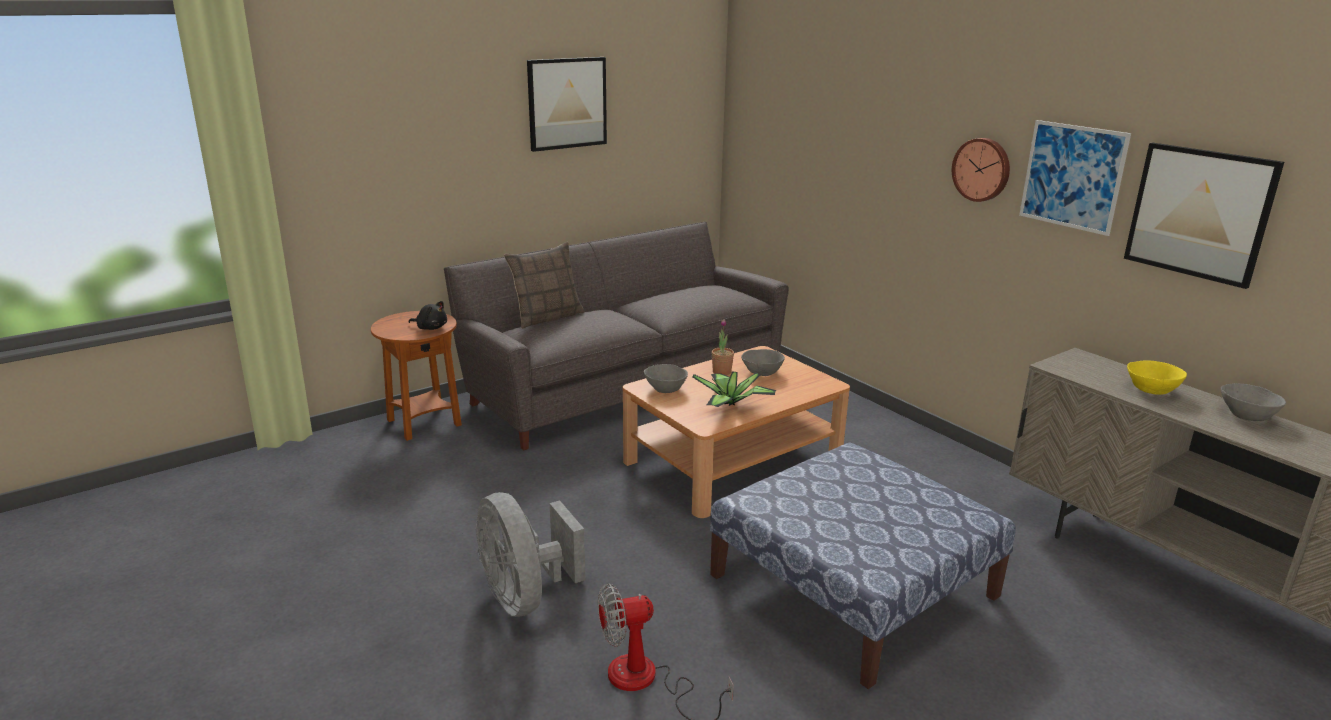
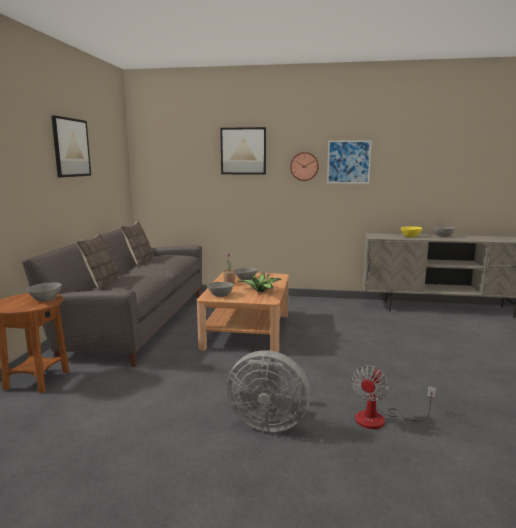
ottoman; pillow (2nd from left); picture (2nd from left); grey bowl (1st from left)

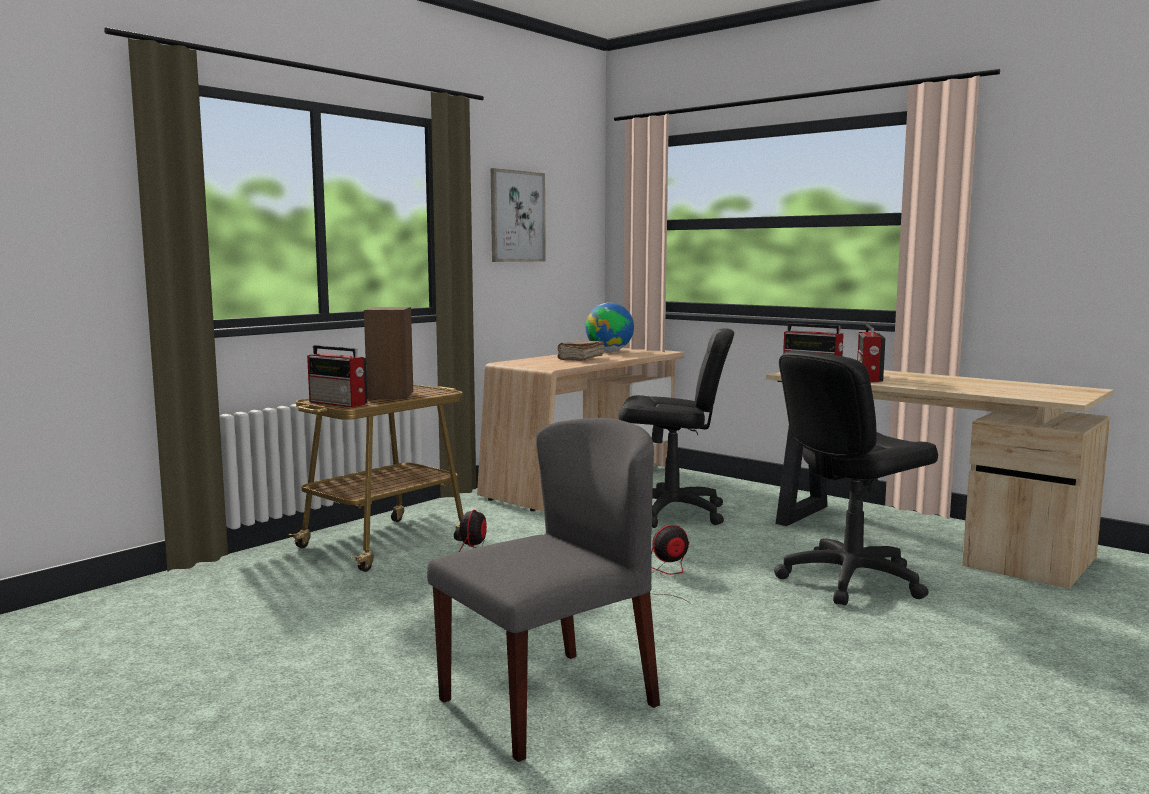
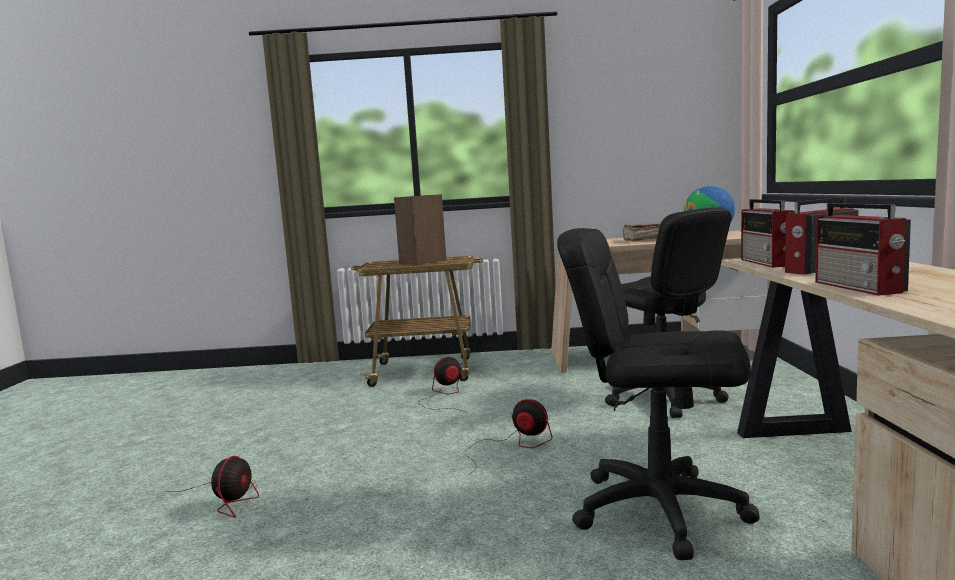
picture; radio (3rd from left); fan (1st from left)

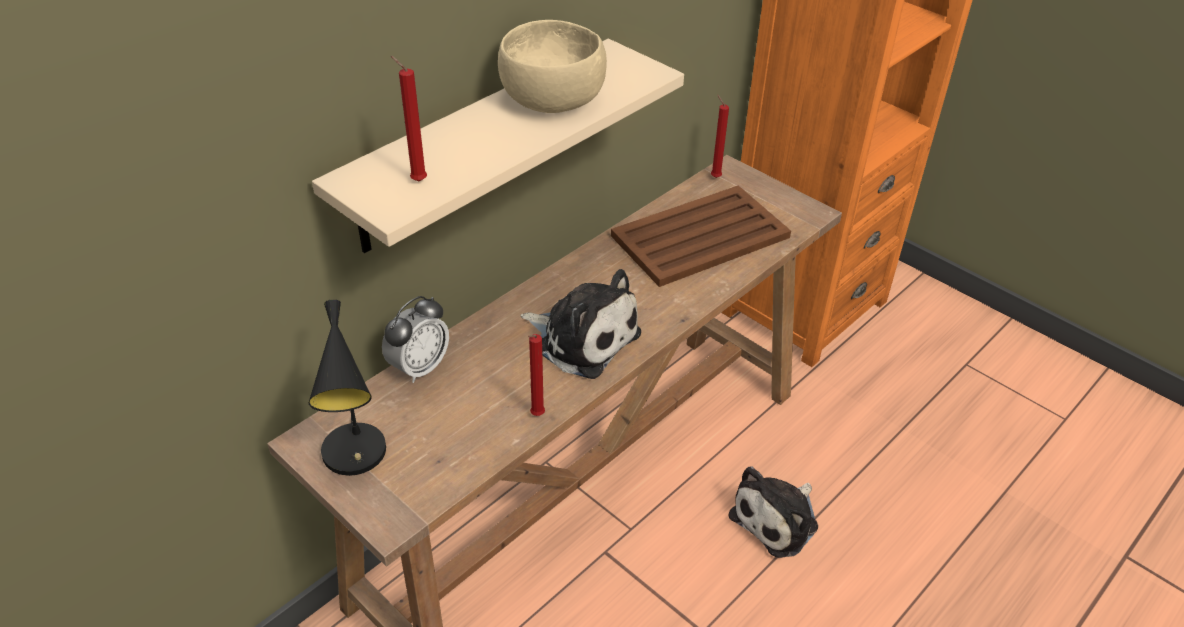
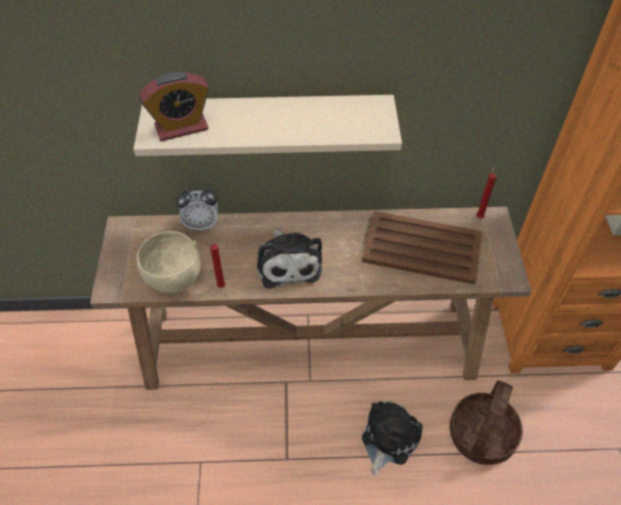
black table lamp; basket; beige bowl; alarm clock (1st from left); plush toy (2nd from left)

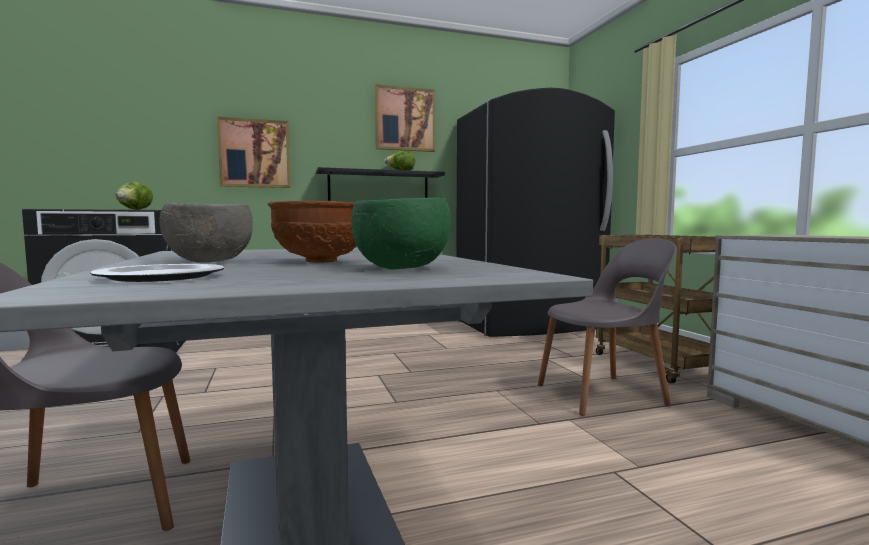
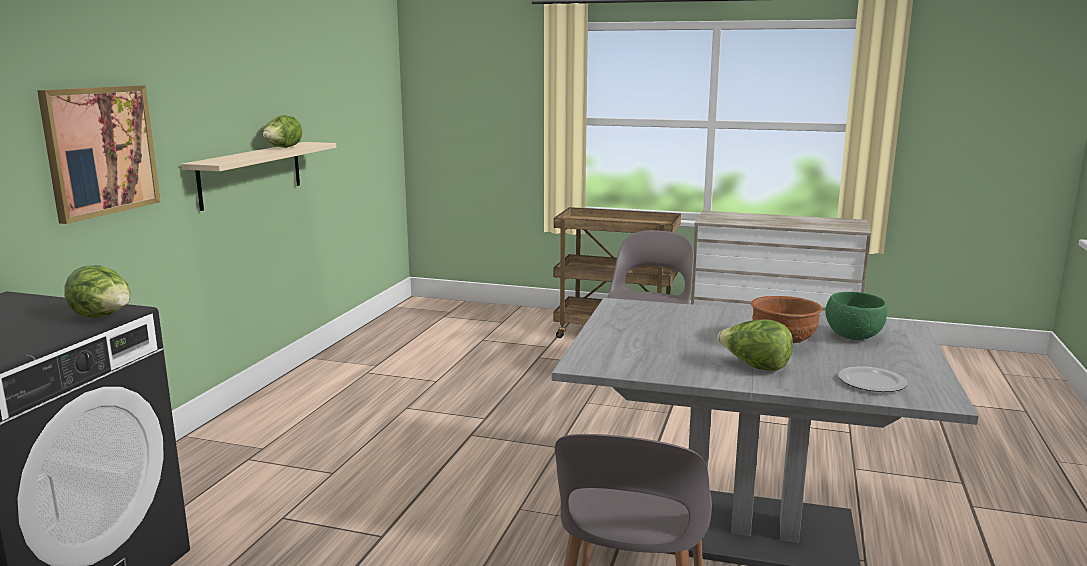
picture (2nd from left in the first image); black fridge; lettuce (3rd from left); beige shelf

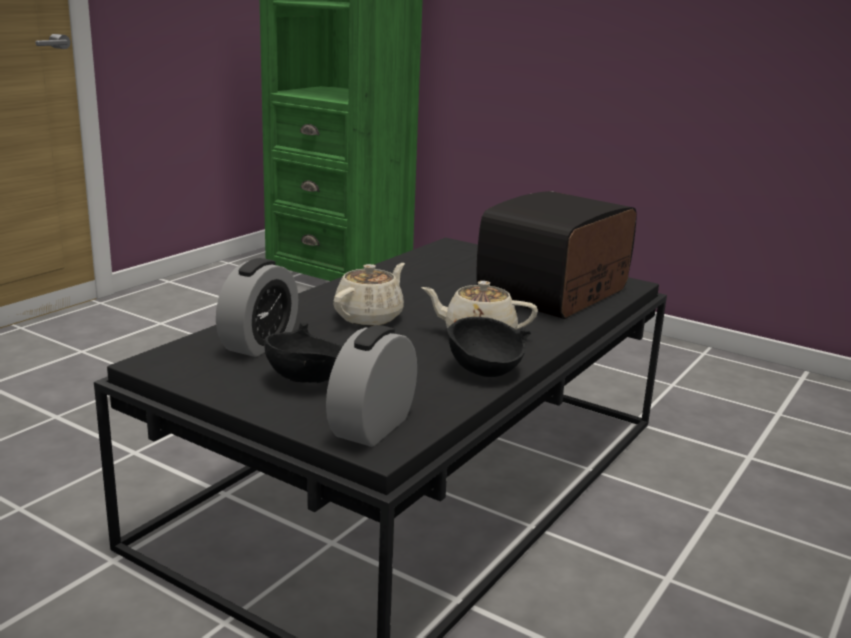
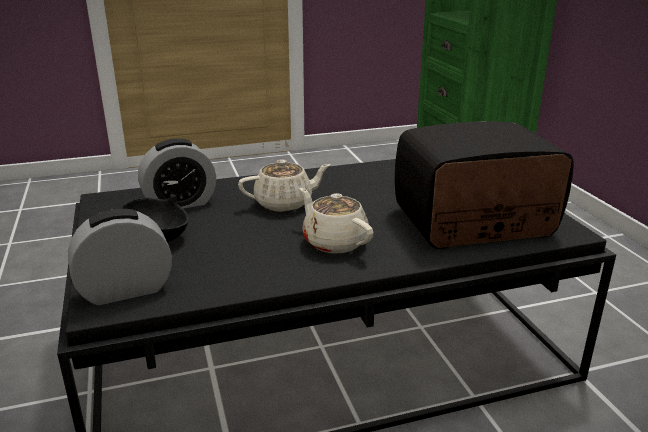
black bowl (2nd from left in the first image)

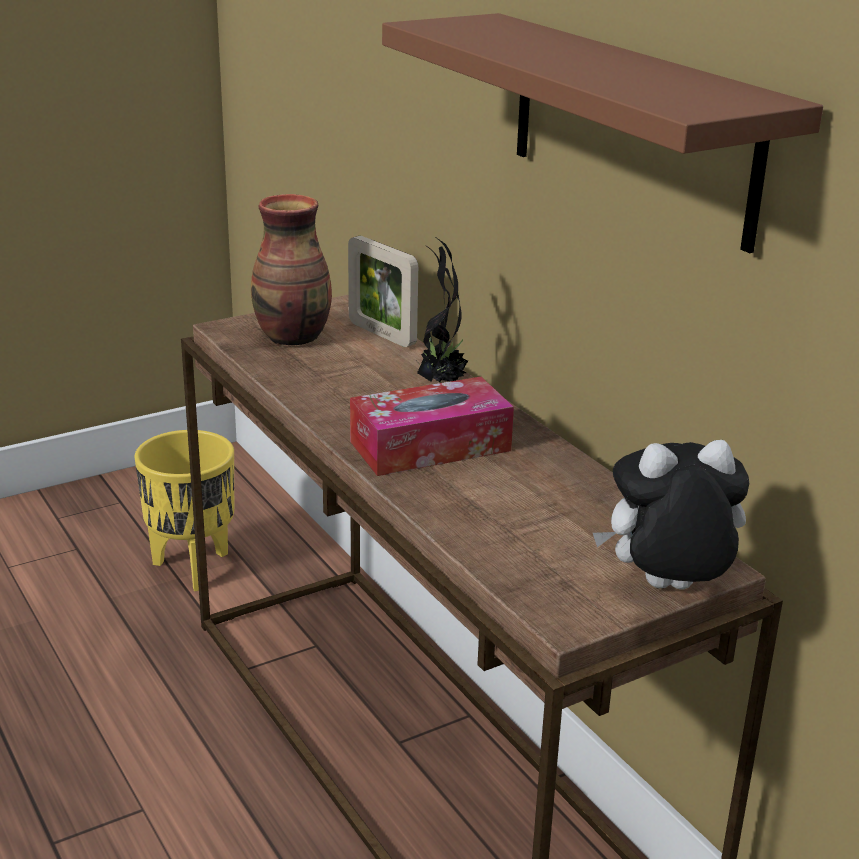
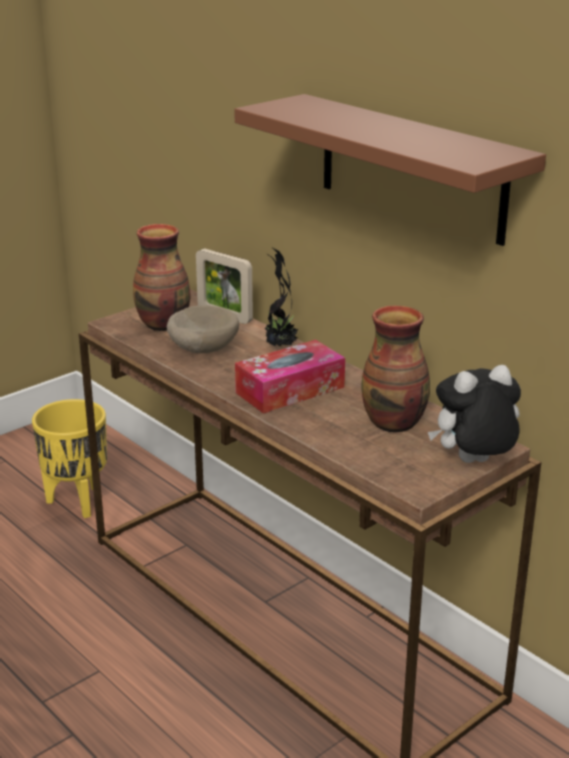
beige bowl; vase (2nd from left)

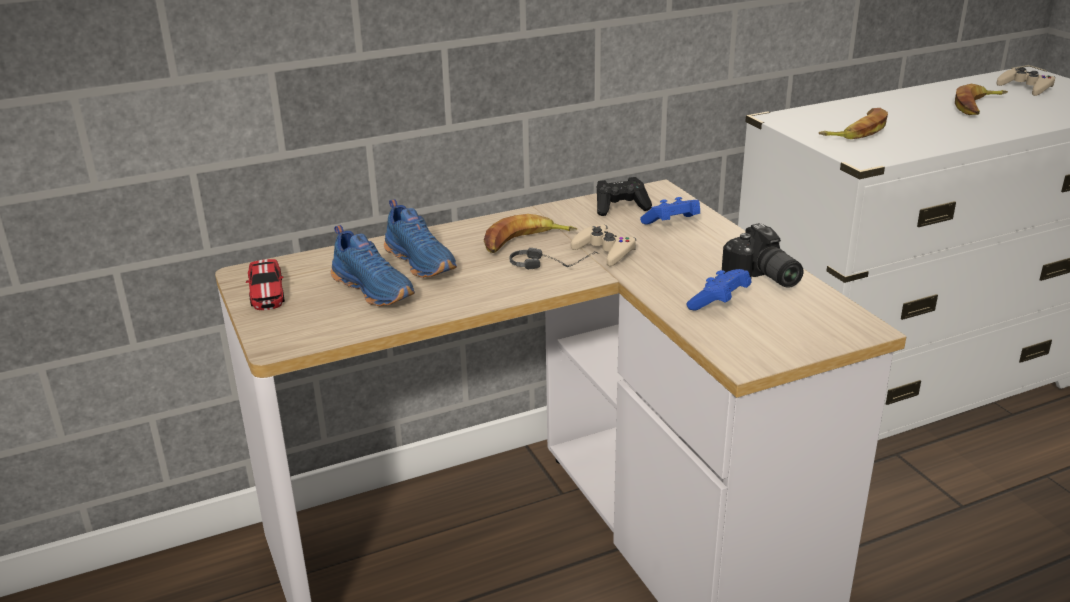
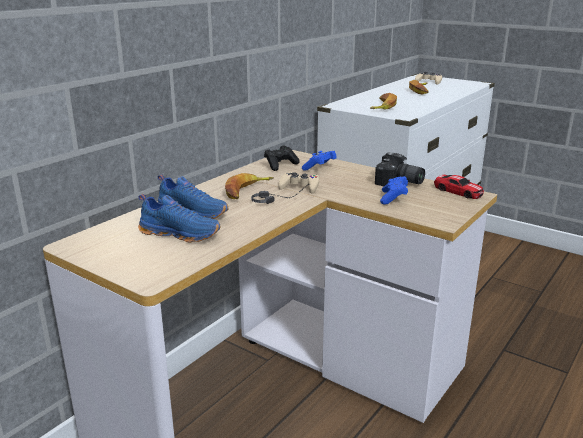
toy car

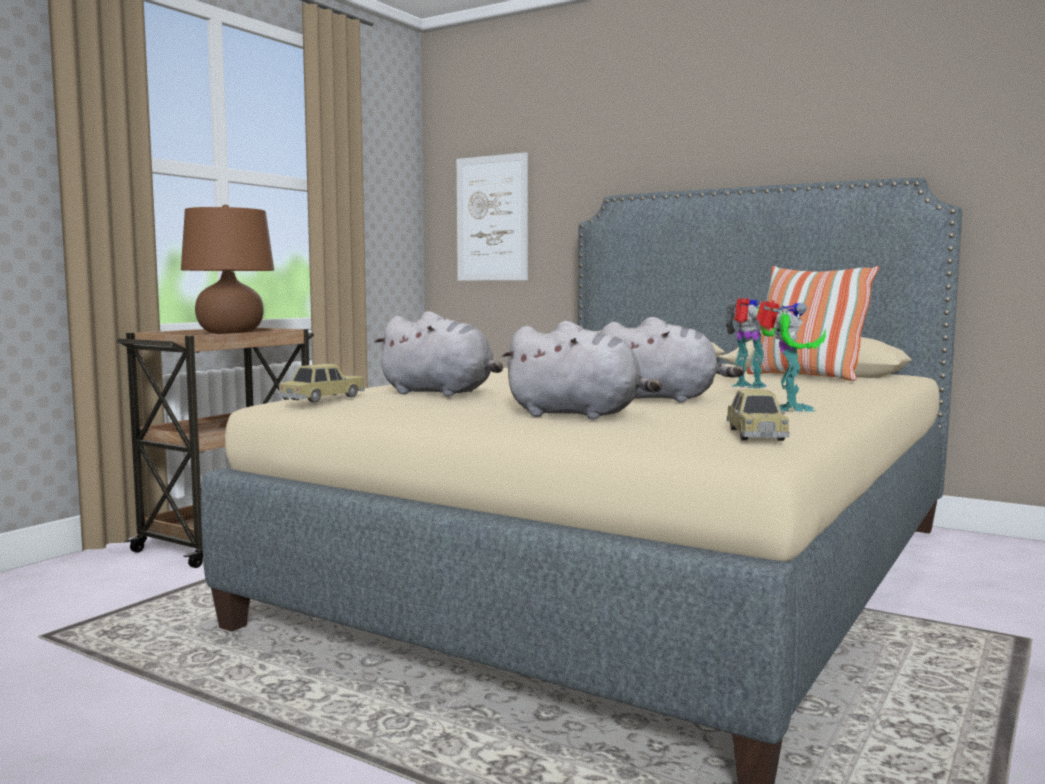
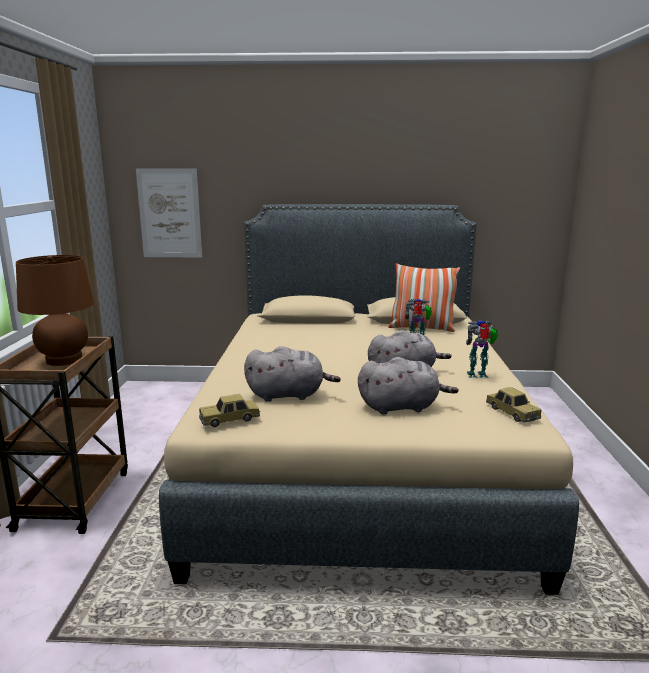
toy car (1st from left); toy robot (2nd from left)

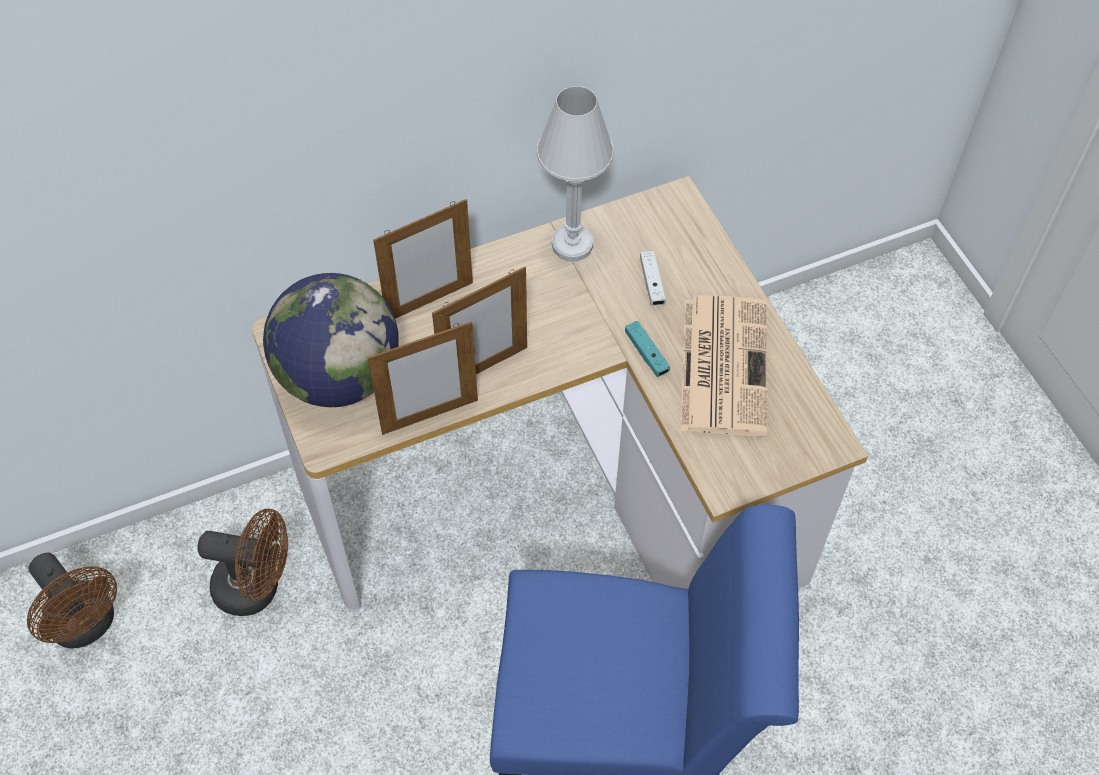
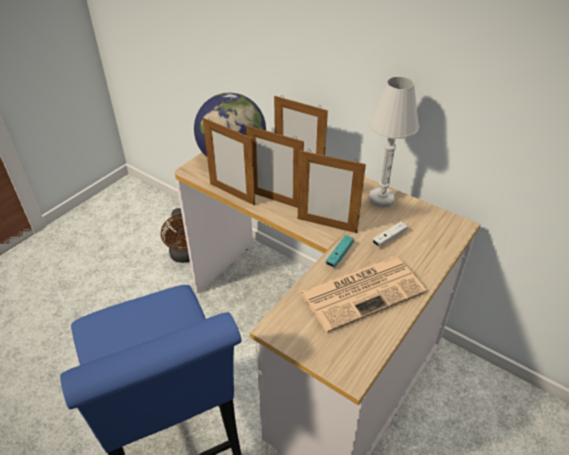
brown fan (1st from left in the first image); picture frame (4th from left)

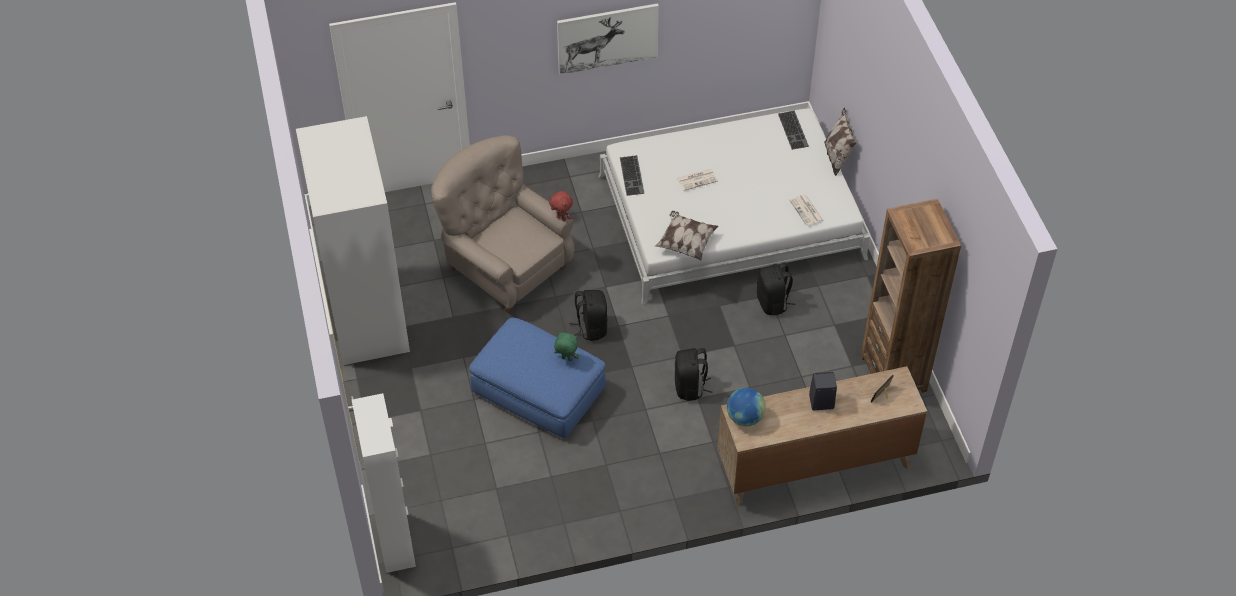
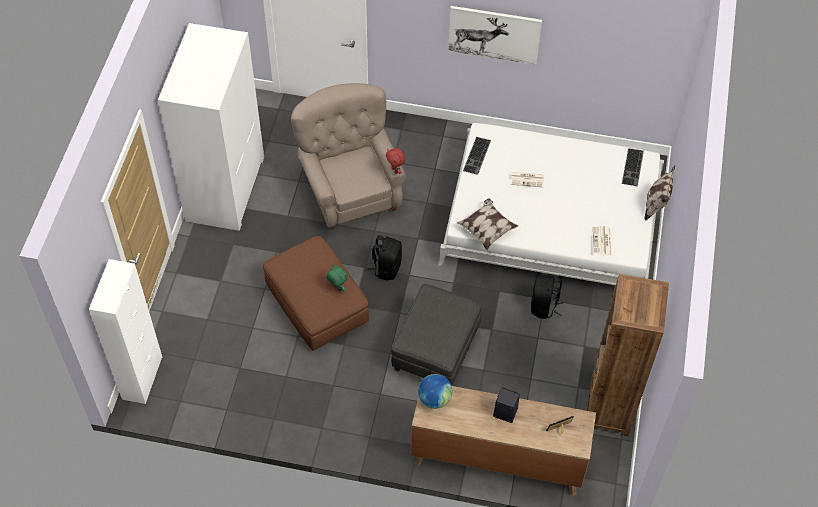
grey ottoman; brown ottoman

